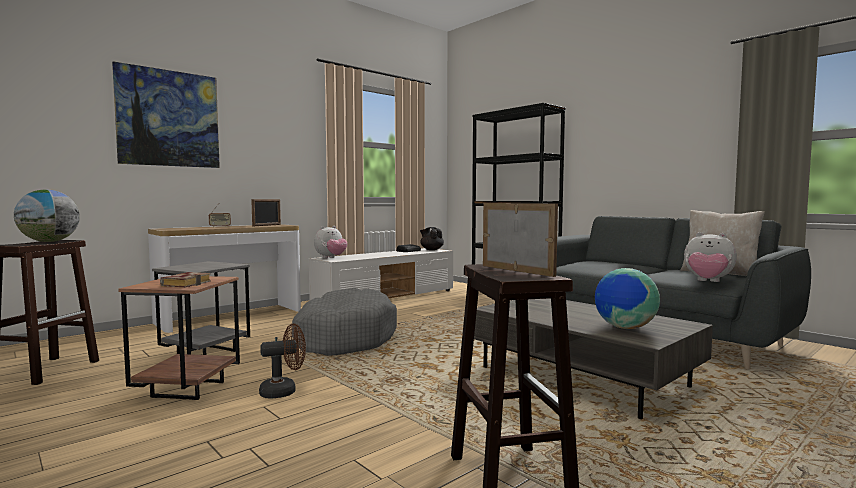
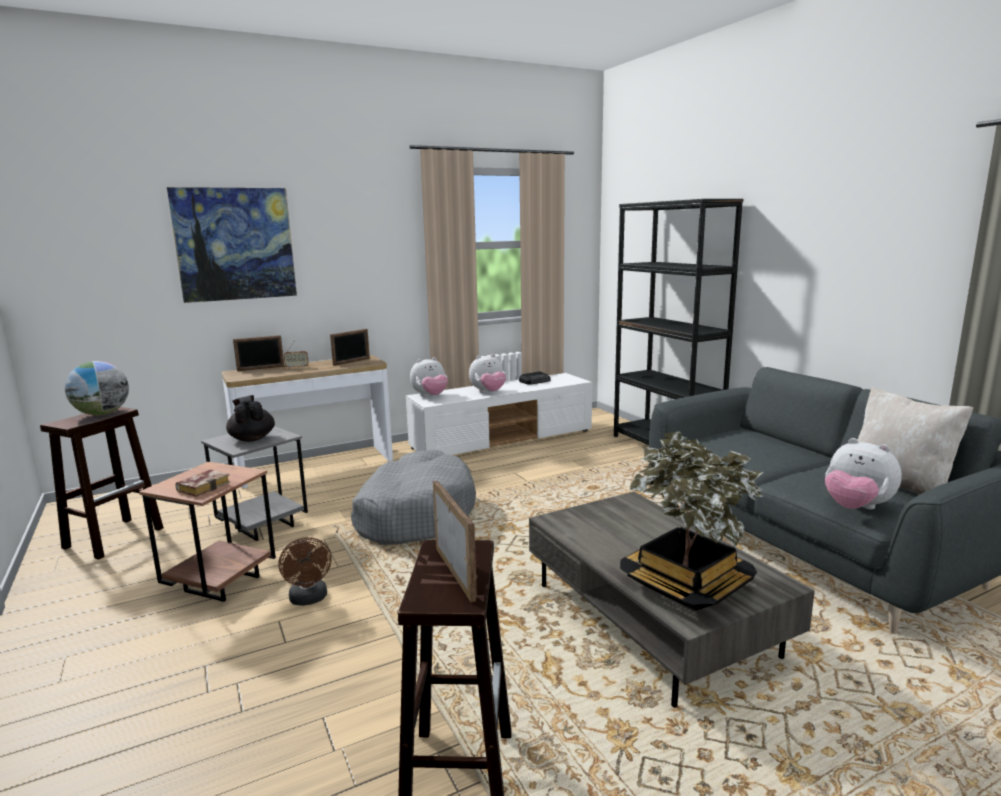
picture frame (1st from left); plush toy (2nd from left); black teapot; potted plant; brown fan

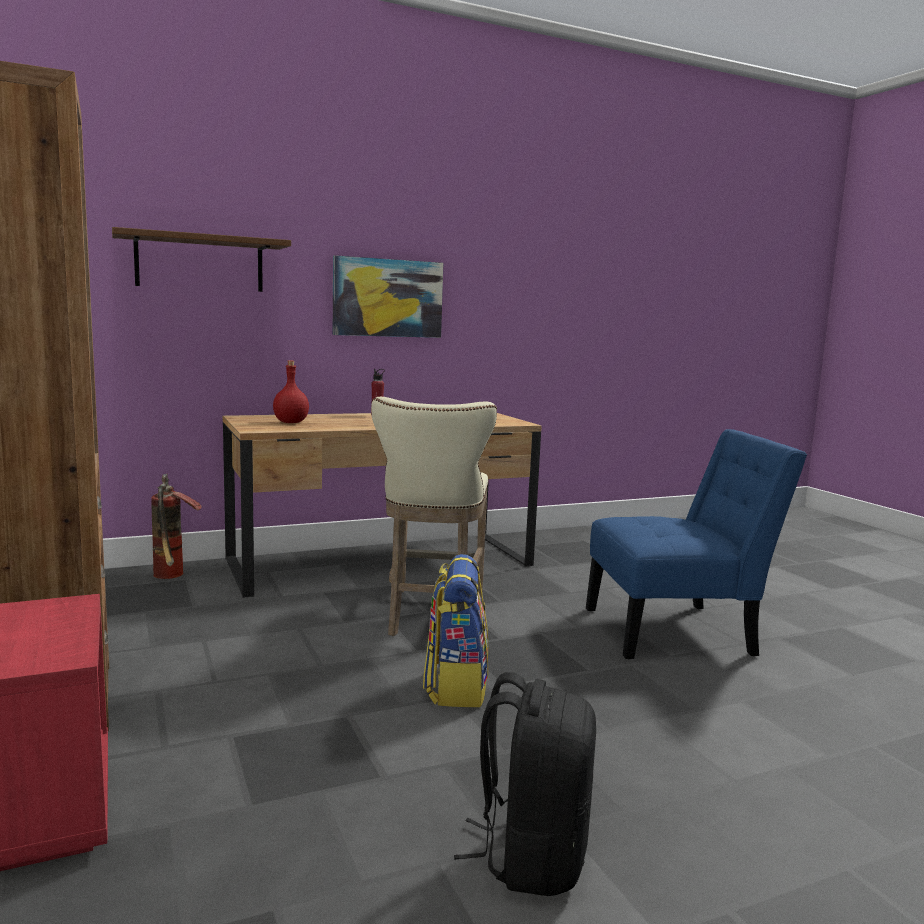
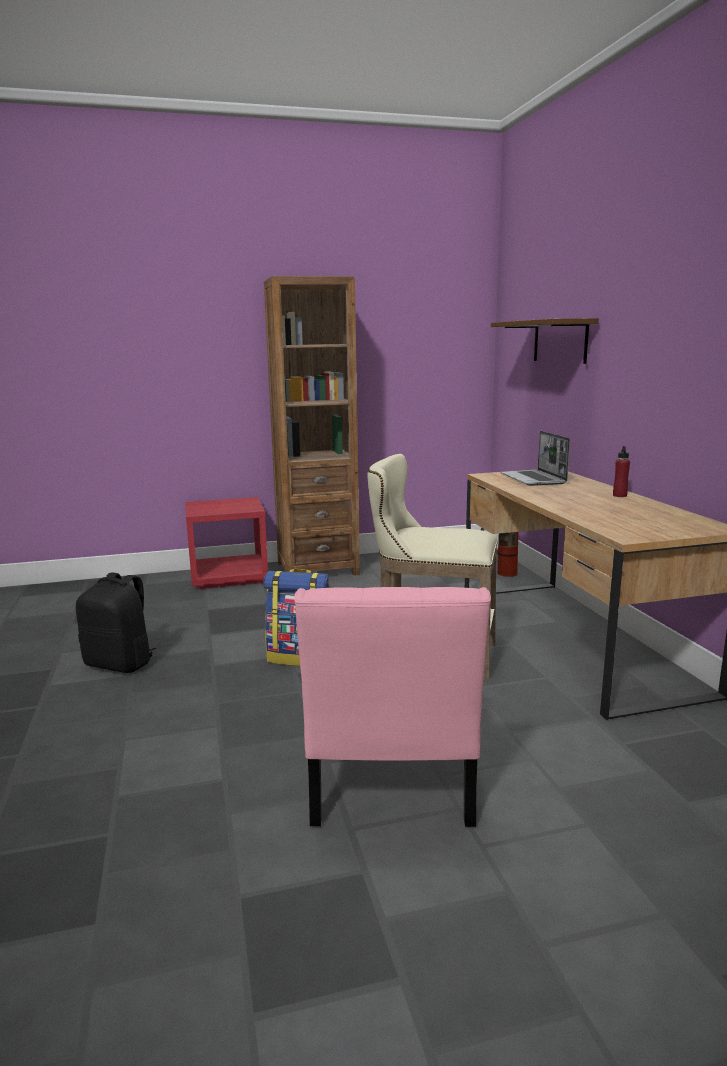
picture; laptop; pink chair

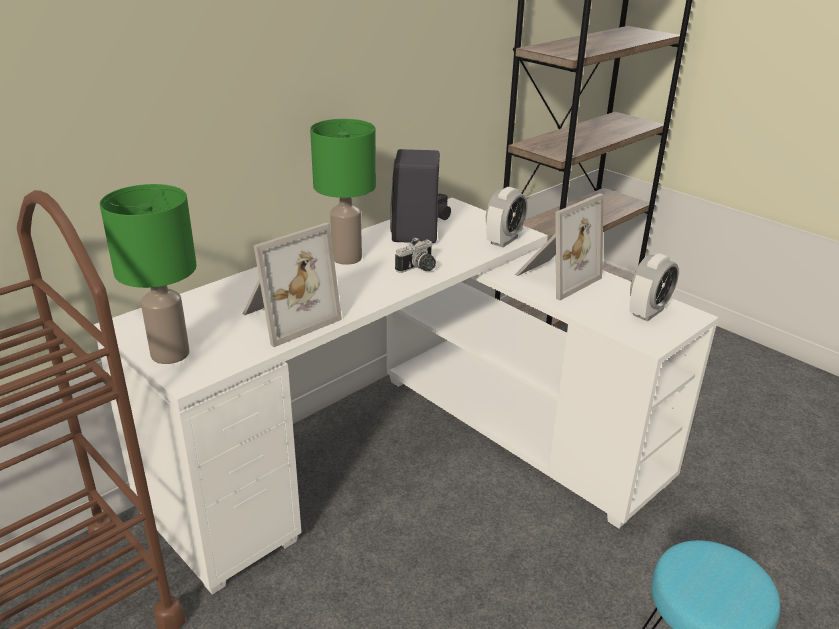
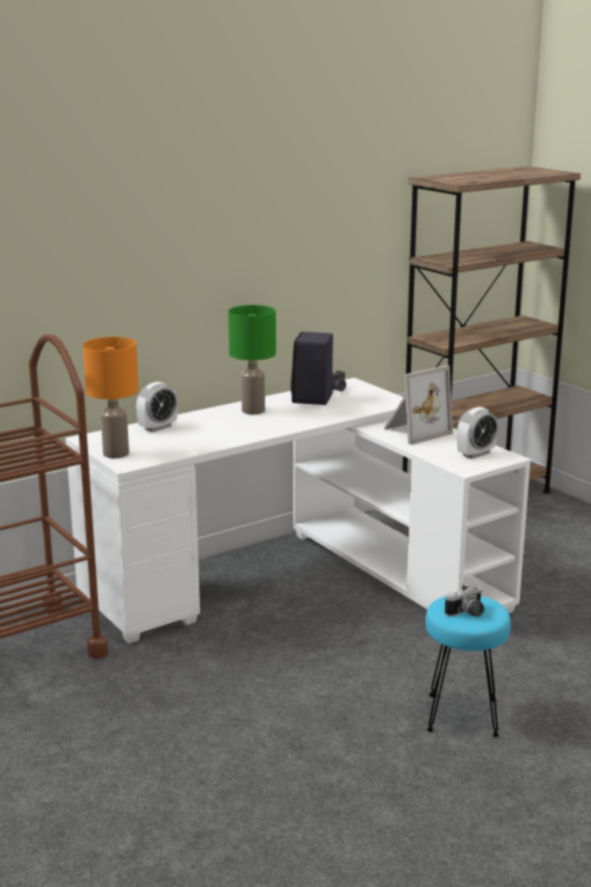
picture frame (1st from left in the first image); photo camera (2nd from left); alarm clock (1st from left); orange table lamp

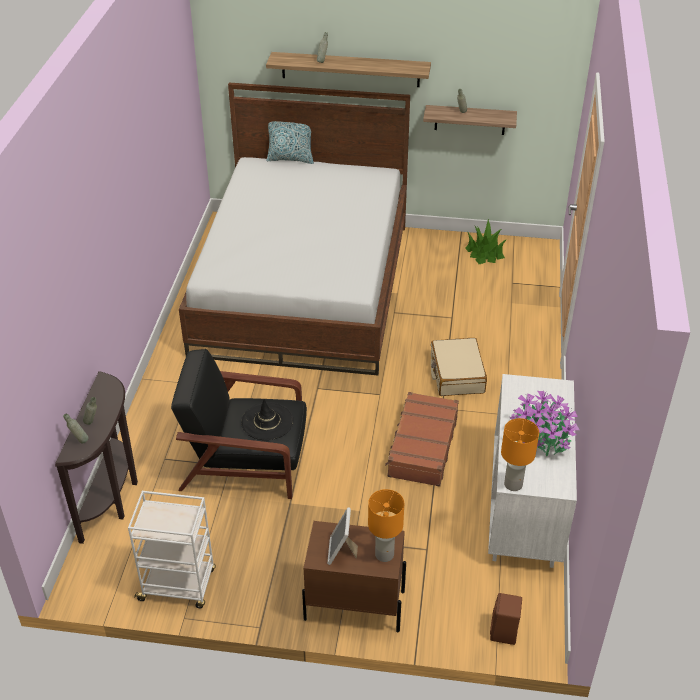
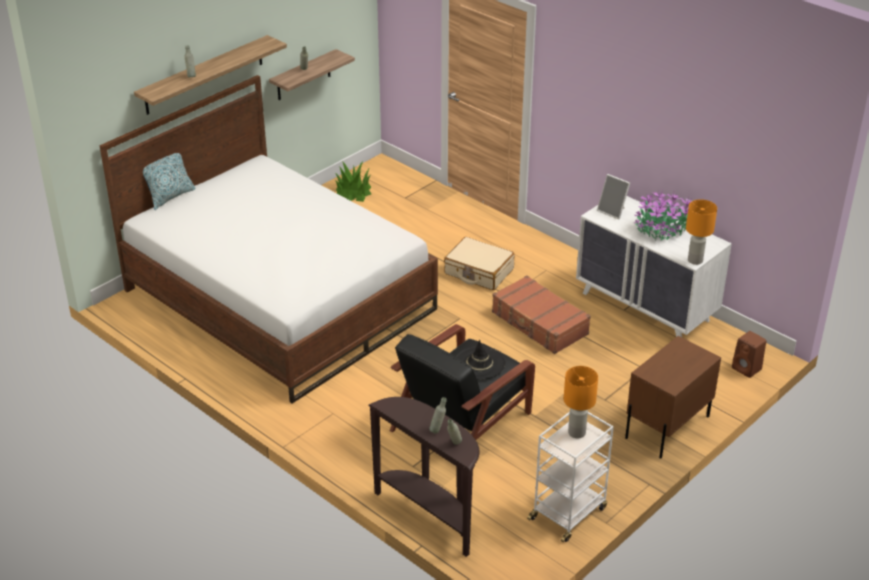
picture frame; orange table lamp (1st from left)

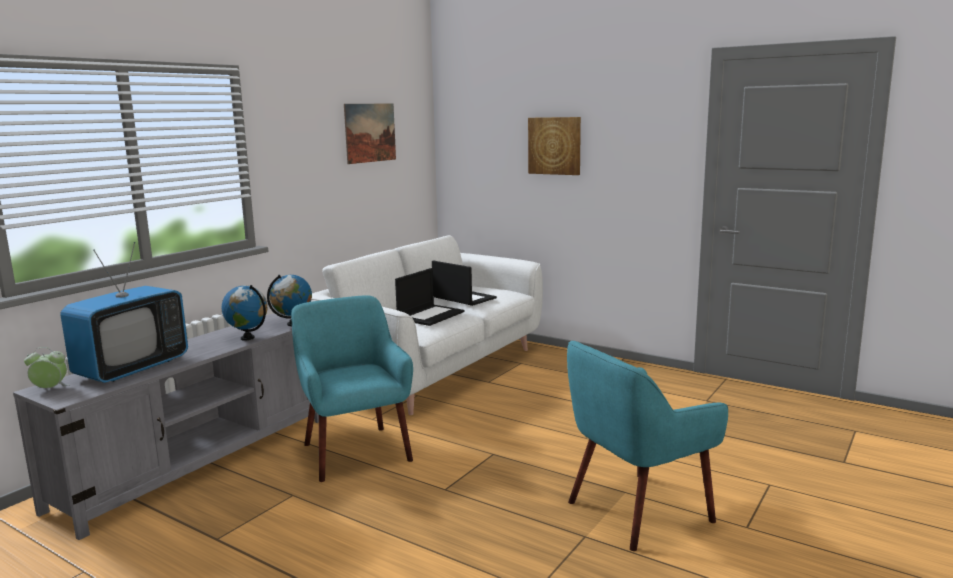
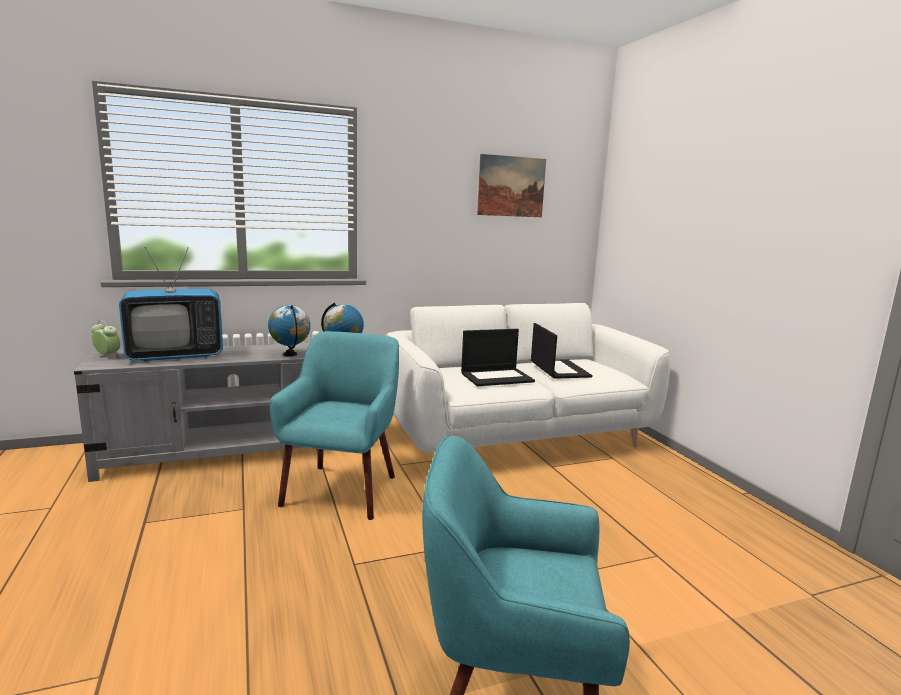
picture (2nd from left in the first image)

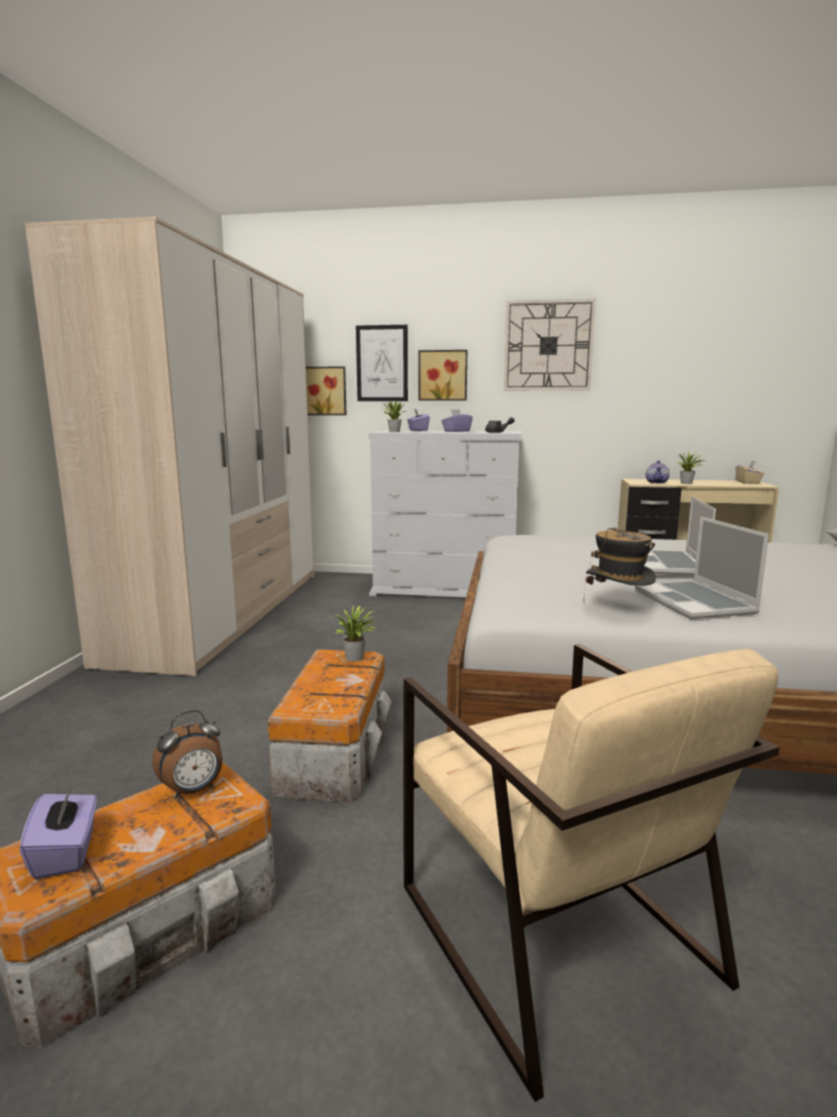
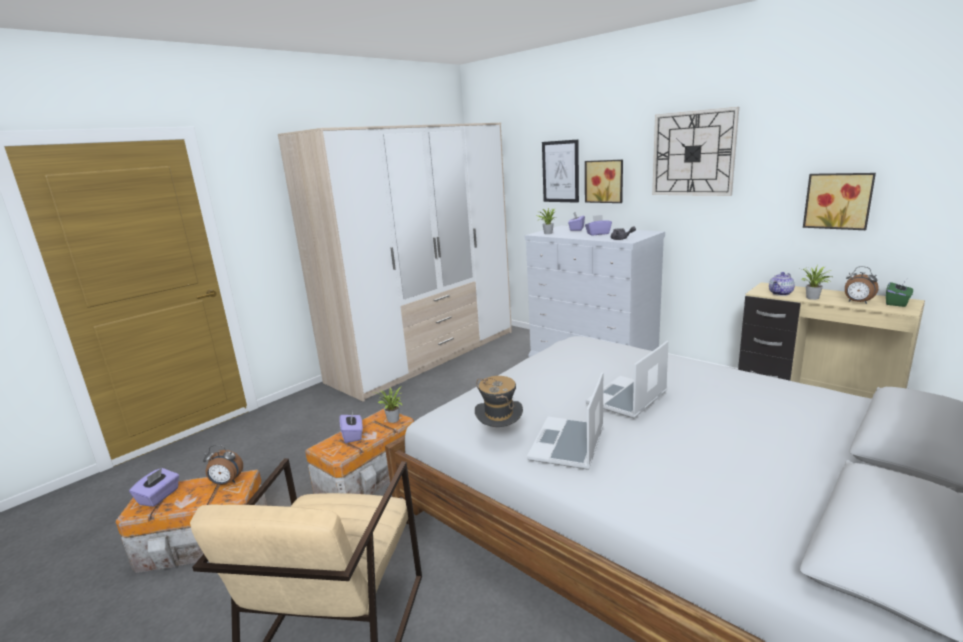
purple tissue box (2nd from left); alarm clock (2nd from left); picture (3rd from left); green tissue box

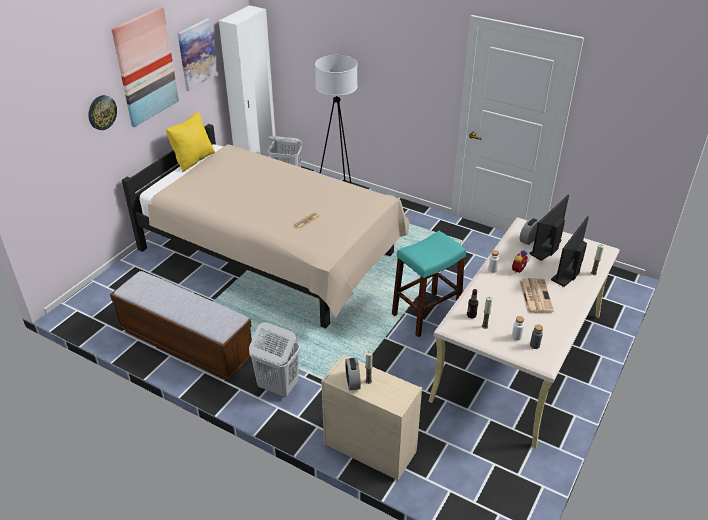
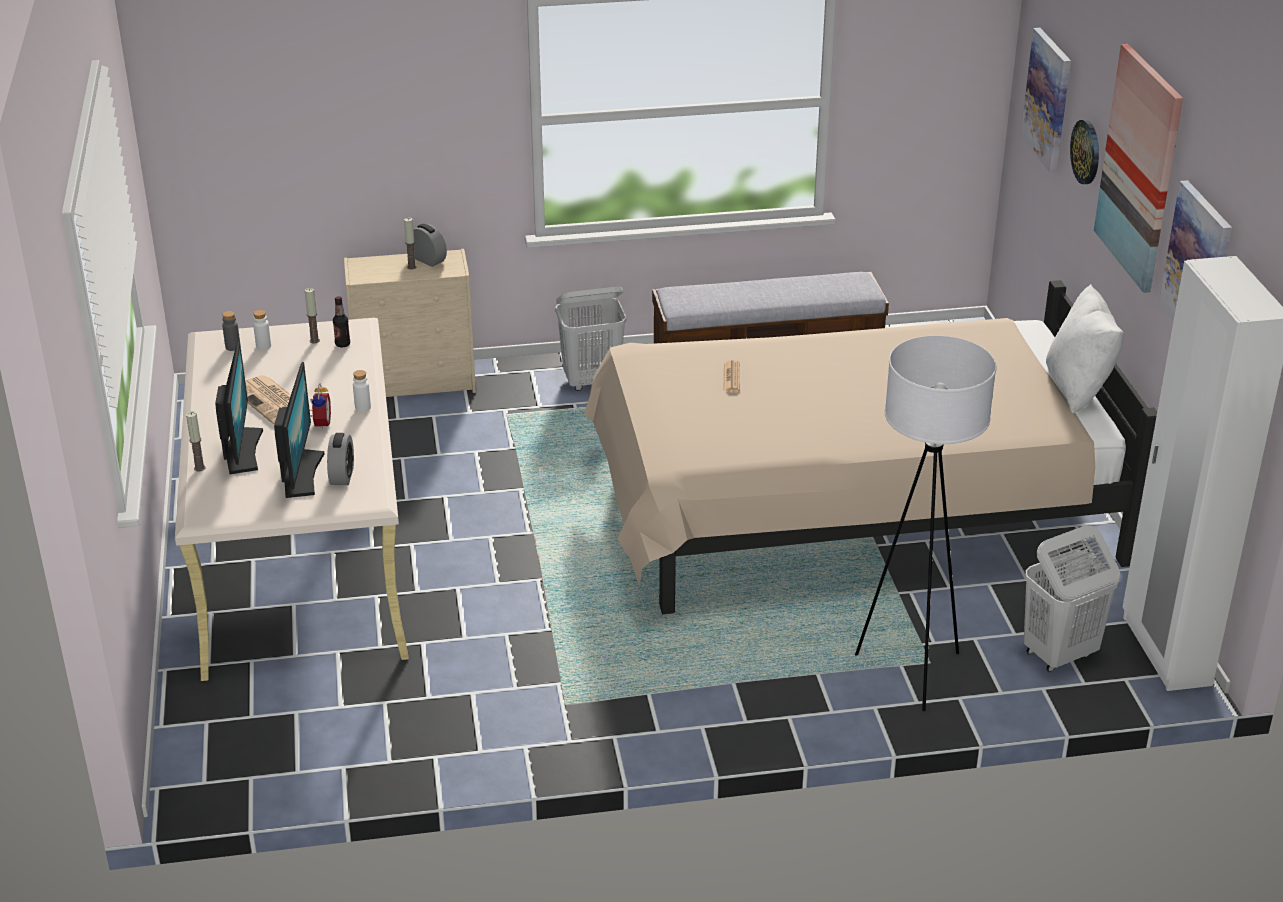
turquoise stool; picture (1st from left); white pillow

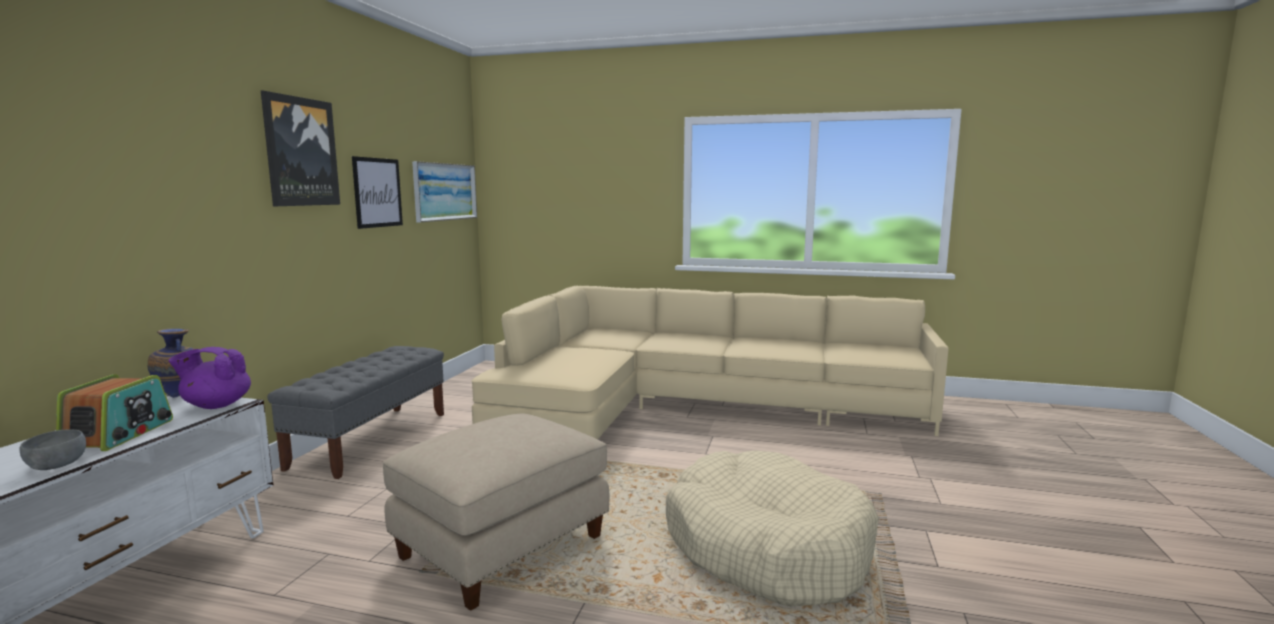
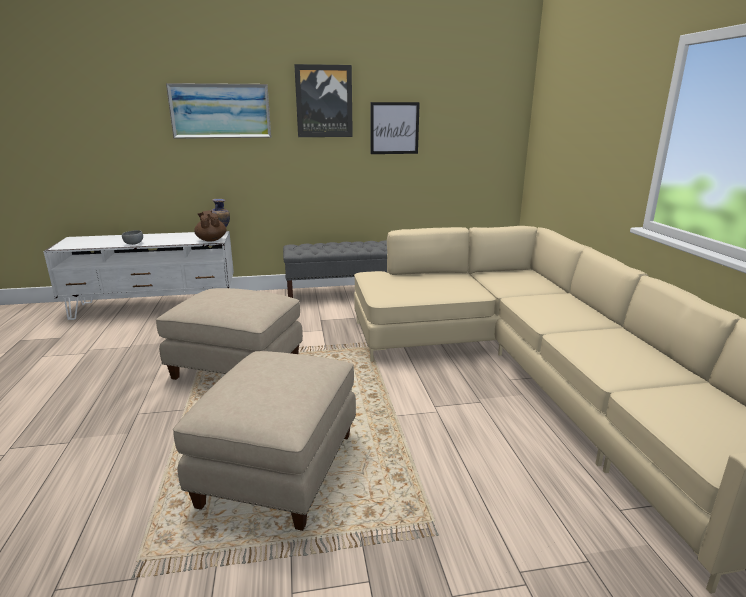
radio; picture (1st from left); beige ottoman (2nd from left); brown teapot

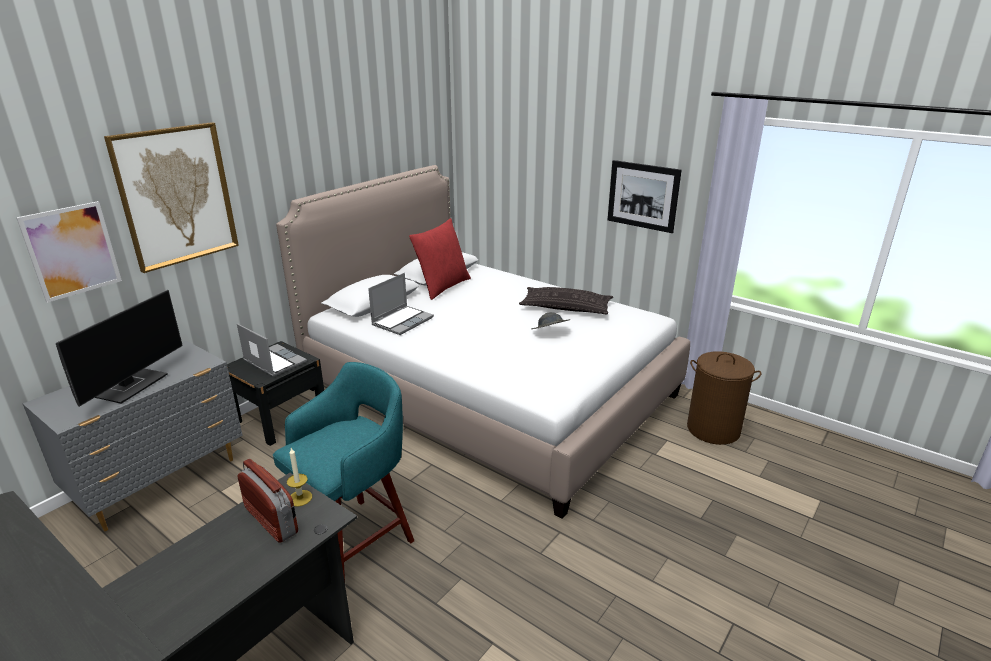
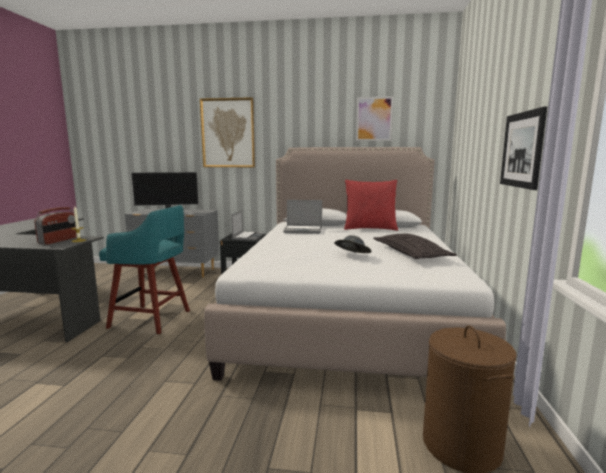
picture (2nd from left)

